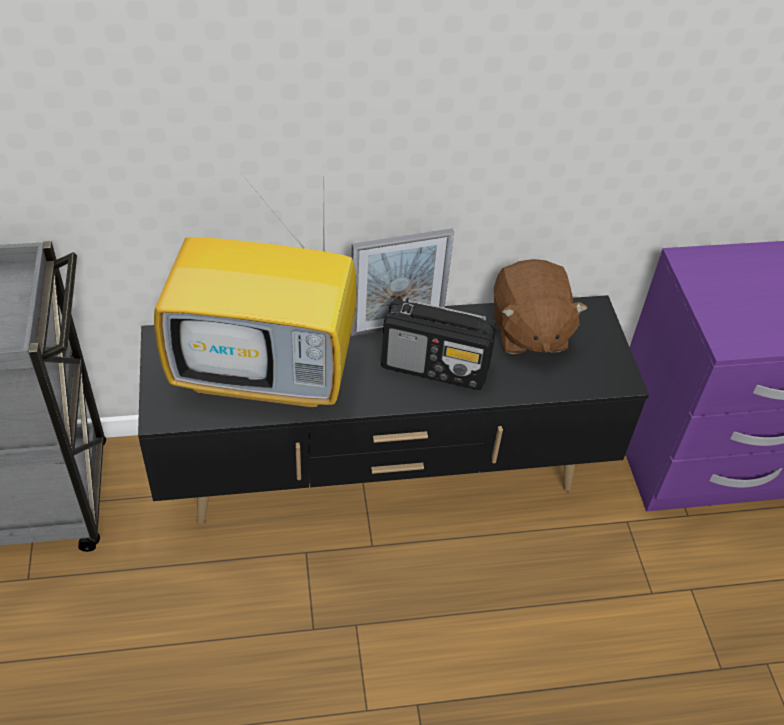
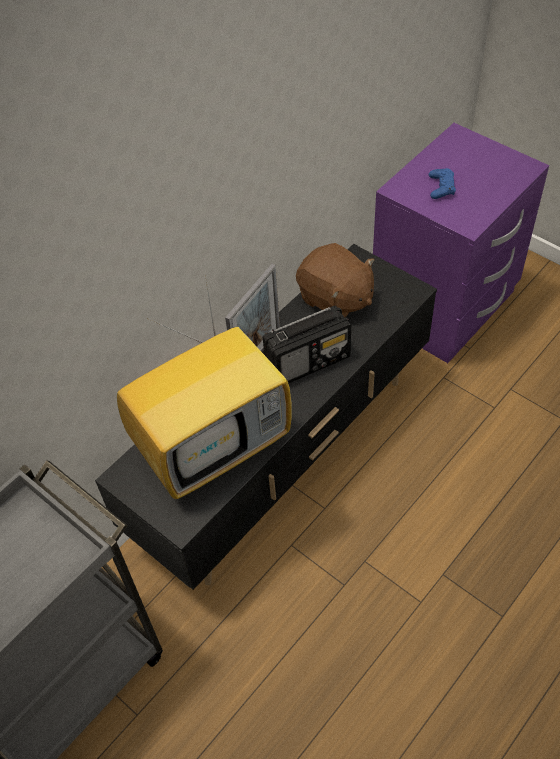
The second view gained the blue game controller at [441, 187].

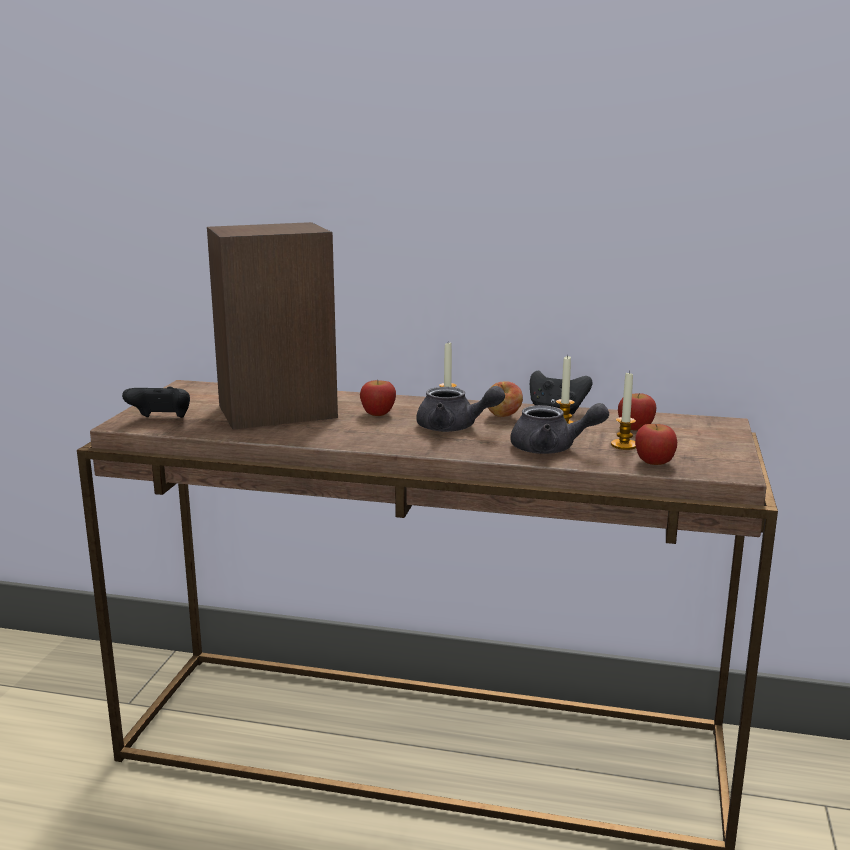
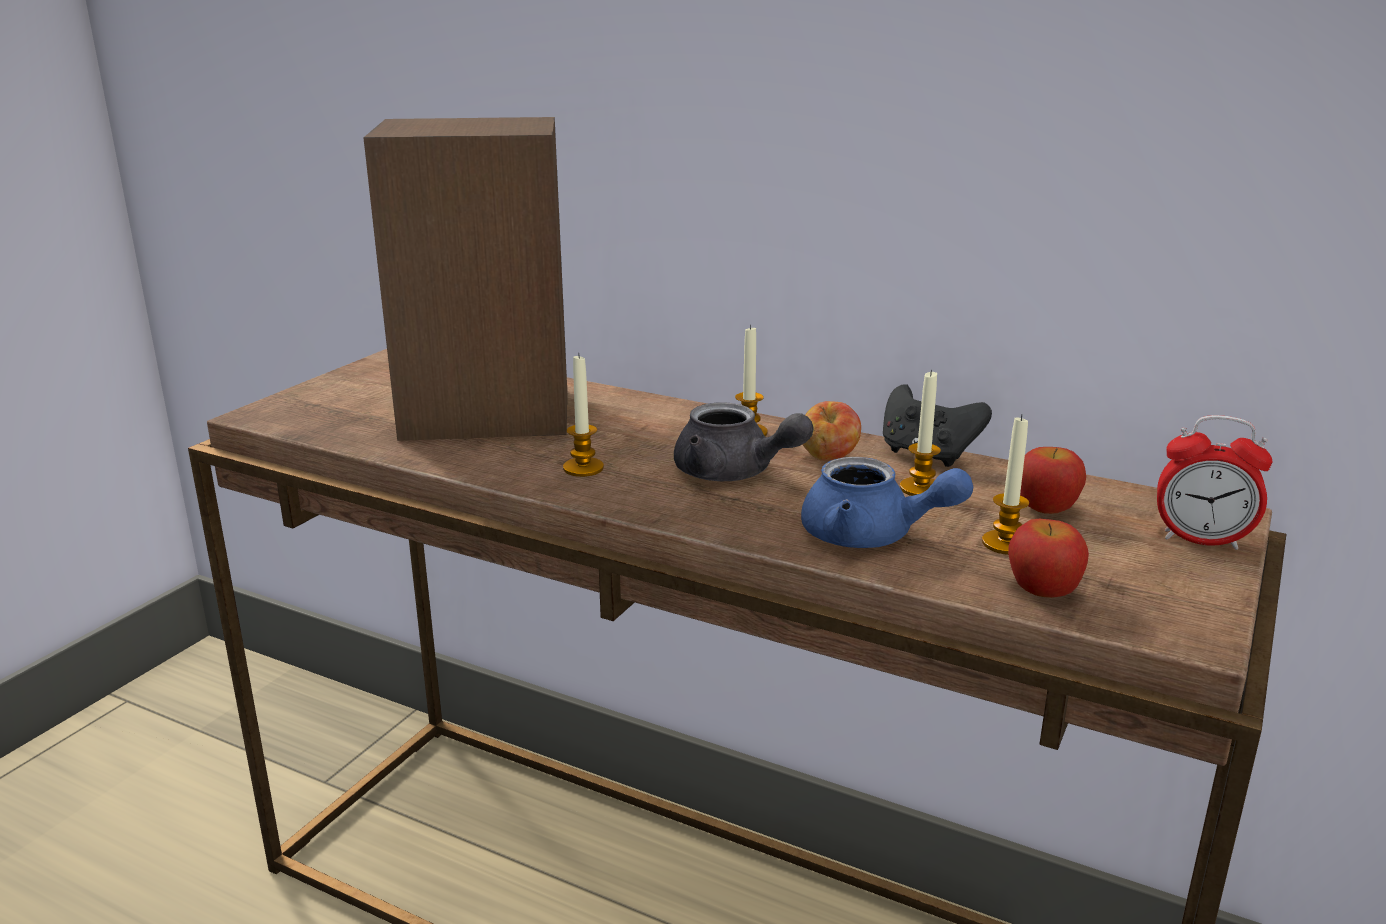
The second view gained the candle at [583, 468]. What was the grey teapot at [552, 449] turned into the blue teapot at [871, 536]. The second view gained the alarm clock at [1201, 540]. The second view lost the black game controller at [161, 420]. The second view lost the apple at [378, 413].

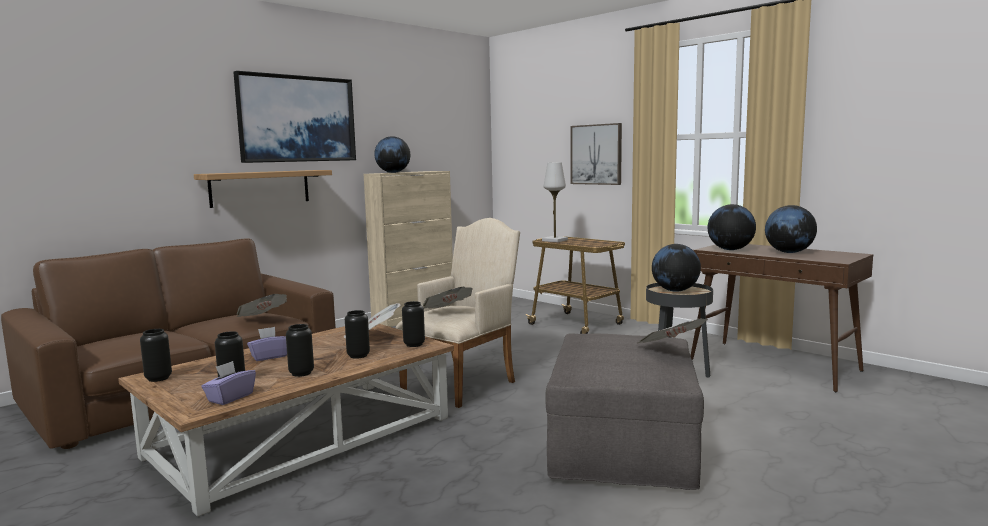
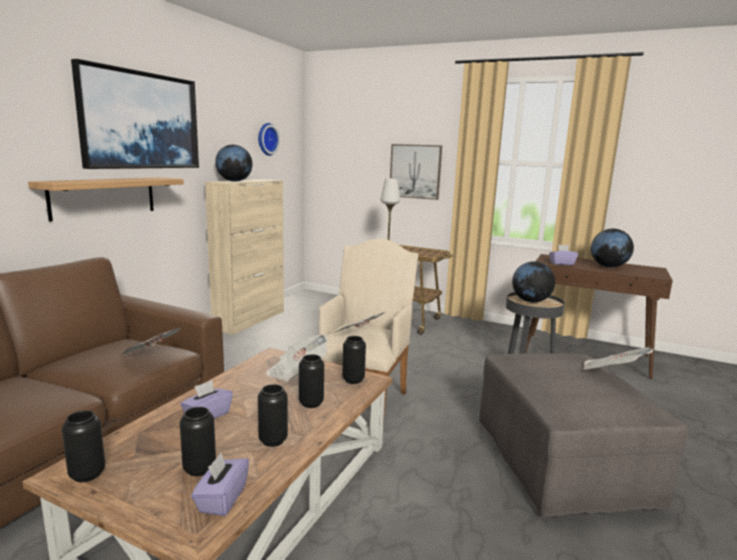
The second view gained the wall clock at [266, 139]. Where the globe stood at [730, 249], the purple tissue box came to stand at [561, 263].

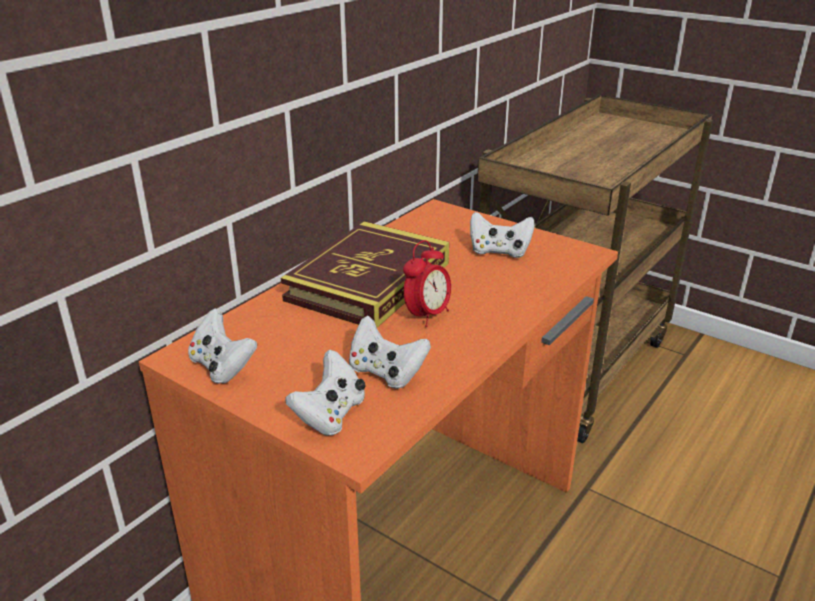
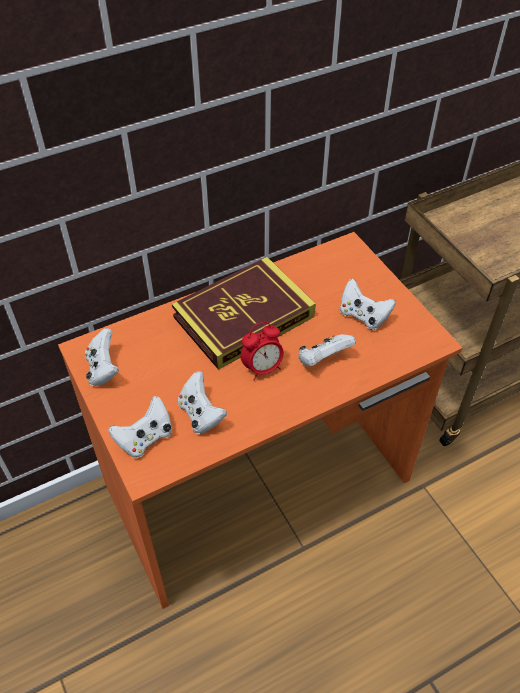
The second view gained the white game controller at [323, 360].

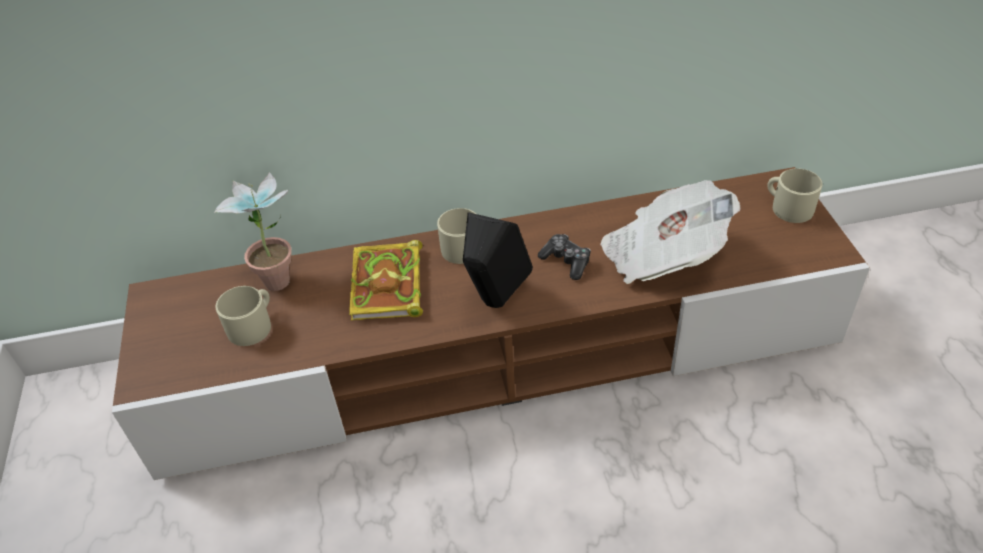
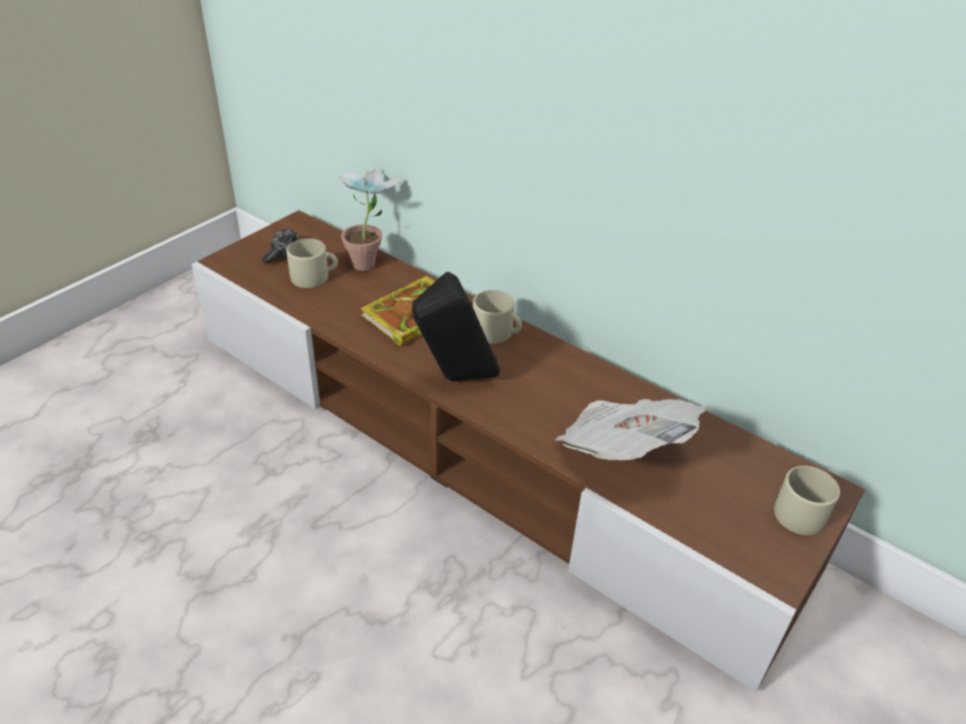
The game controller ended up elsewhere, having gone from [566, 261] to [282, 252].

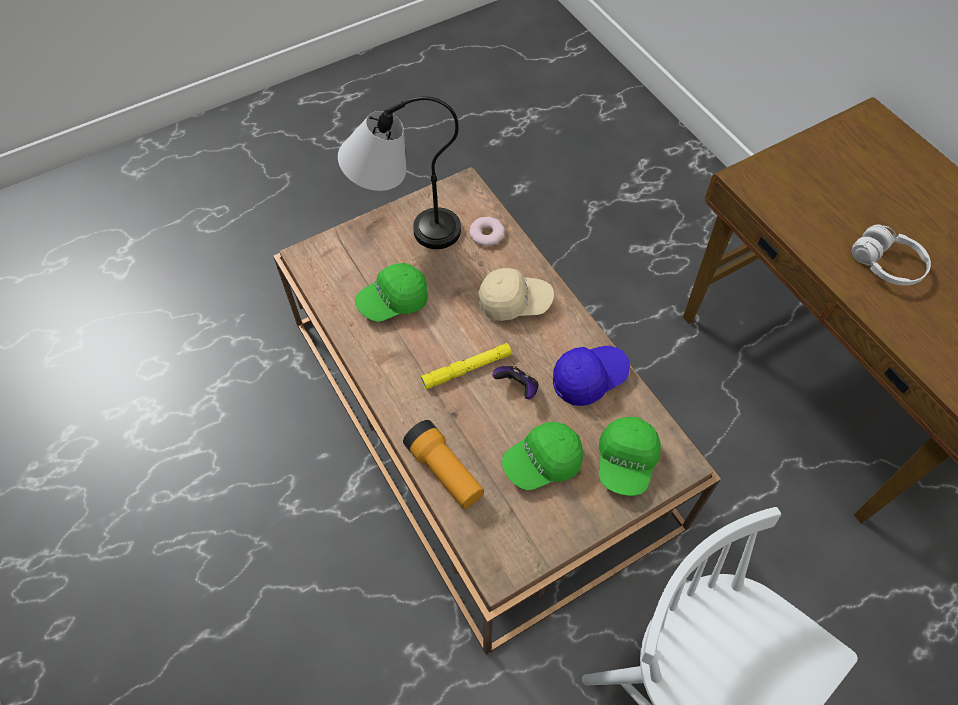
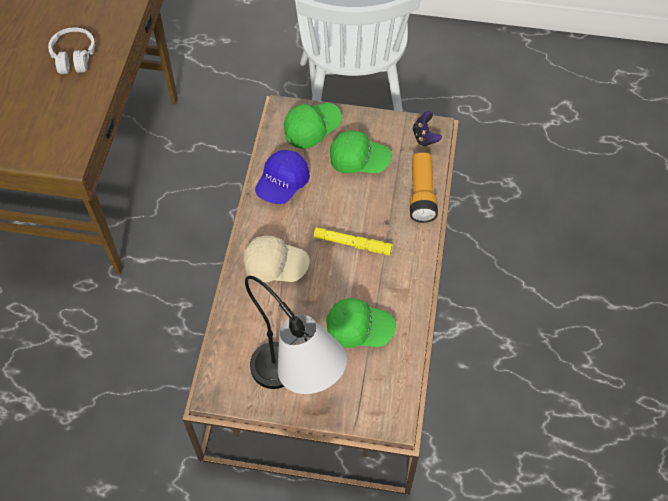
The beige cap at [514, 302] ended up facing another way, 150 degrees clockwise from before. The blue cap at [589, 378] ended up facing another way, 75 degrees counterclockwise from before. The game controller ended up elsewhere, having gone from [517, 387] to [425, 137]. The second view lost the donut at [486, 234].

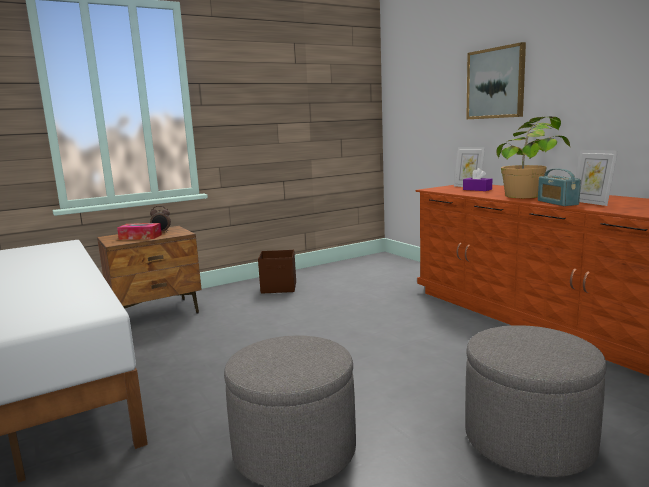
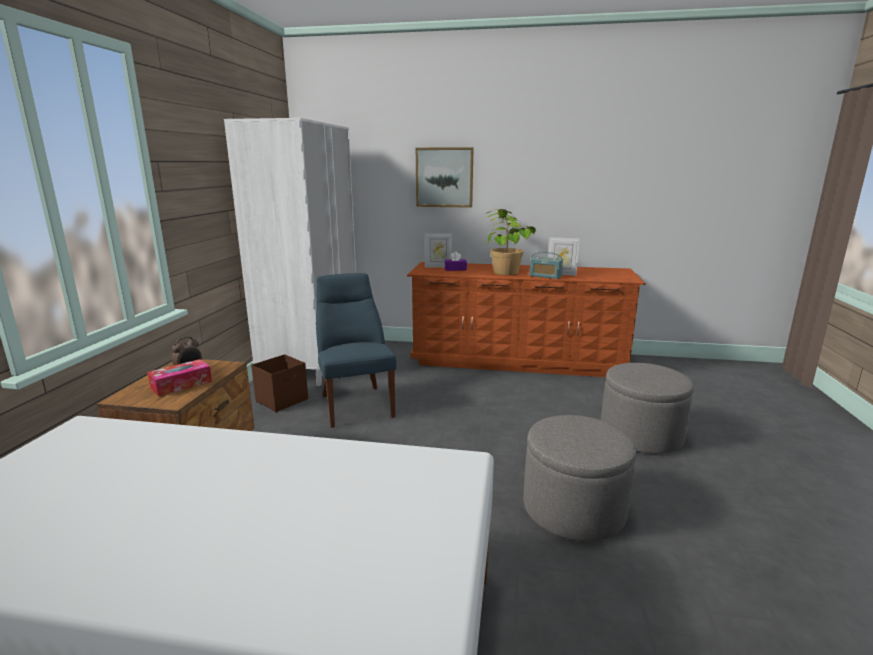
The second view gained the white wardrobe at [312, 361]. The second view gained the blue chair at [356, 404].

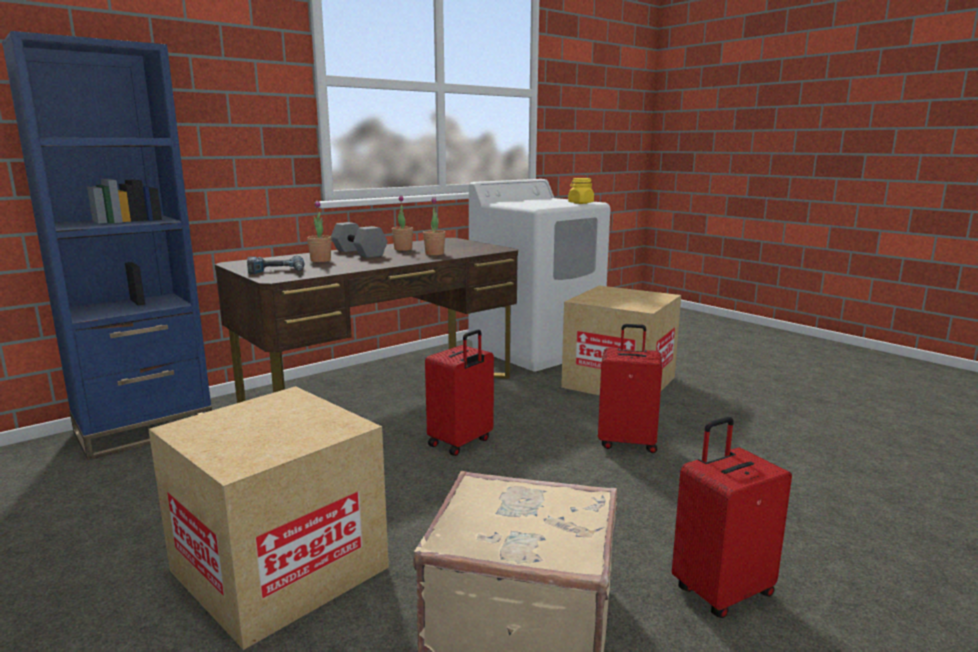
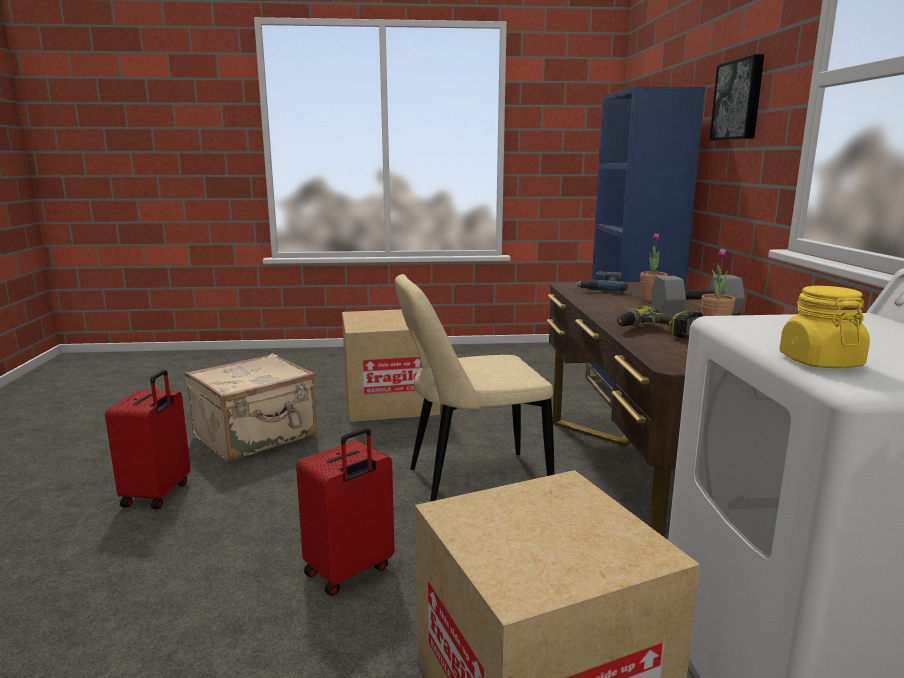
Where the red suitcase stood at [461, 443], the beige chair came to stand at [471, 483]. Where the potted plant stood at [434, 254], the power drill came to stand at [657, 332]. The second view gained the picture at [739, 100].

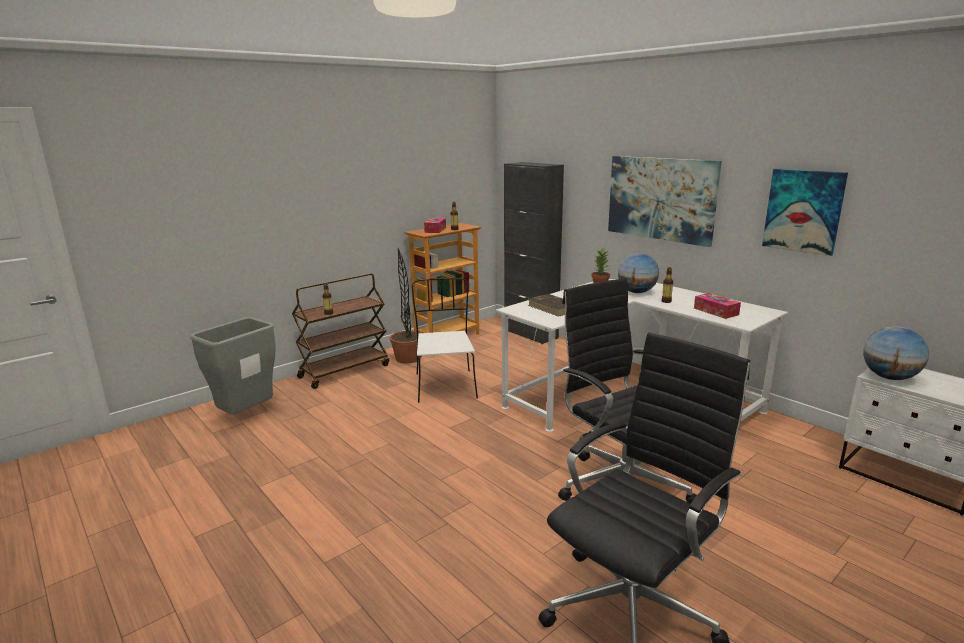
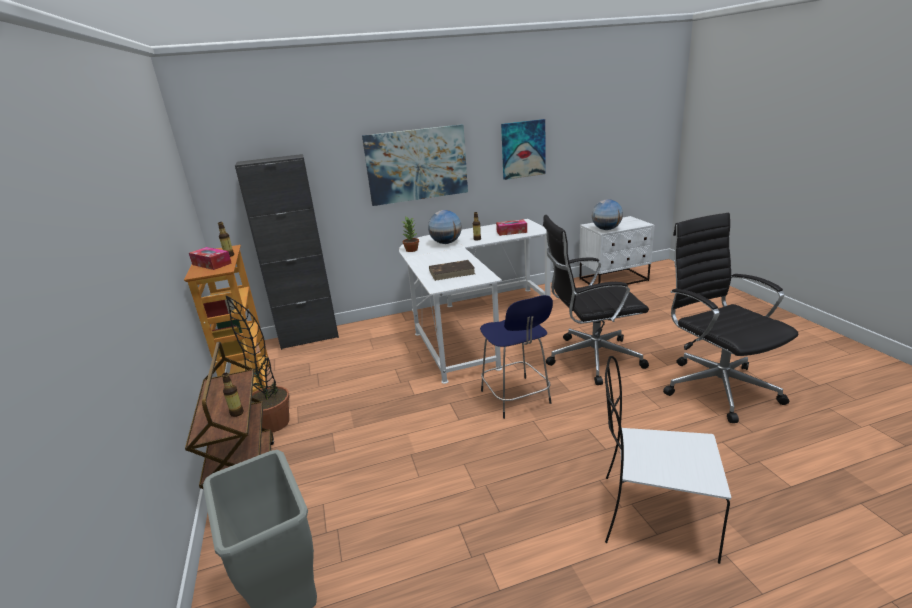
The second view gained the blue stool at [516, 398]. The white chair ended up elsewhere, having gone from [445, 385] to [653, 516].

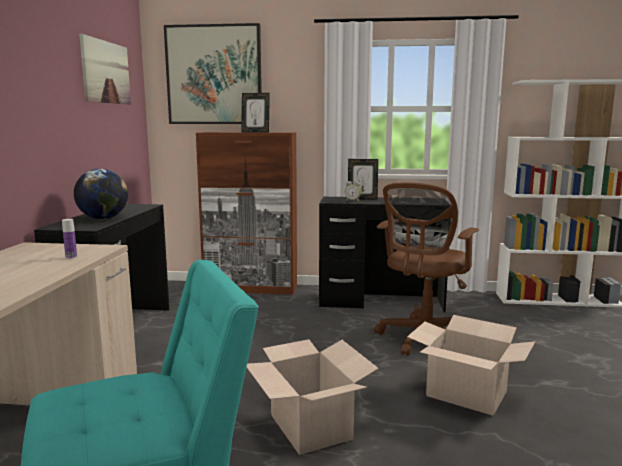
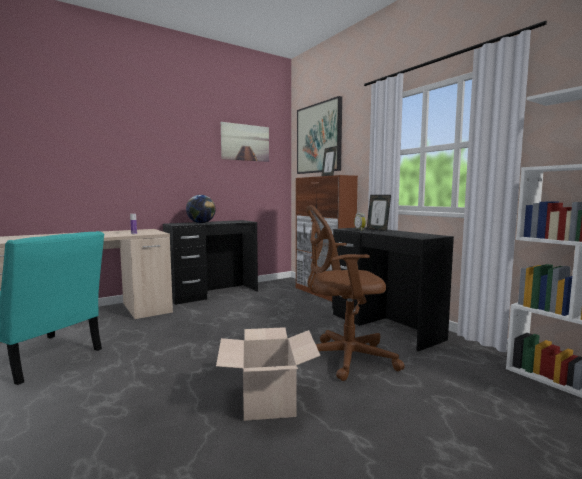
The second view lost the cardboard box at [311, 427].

